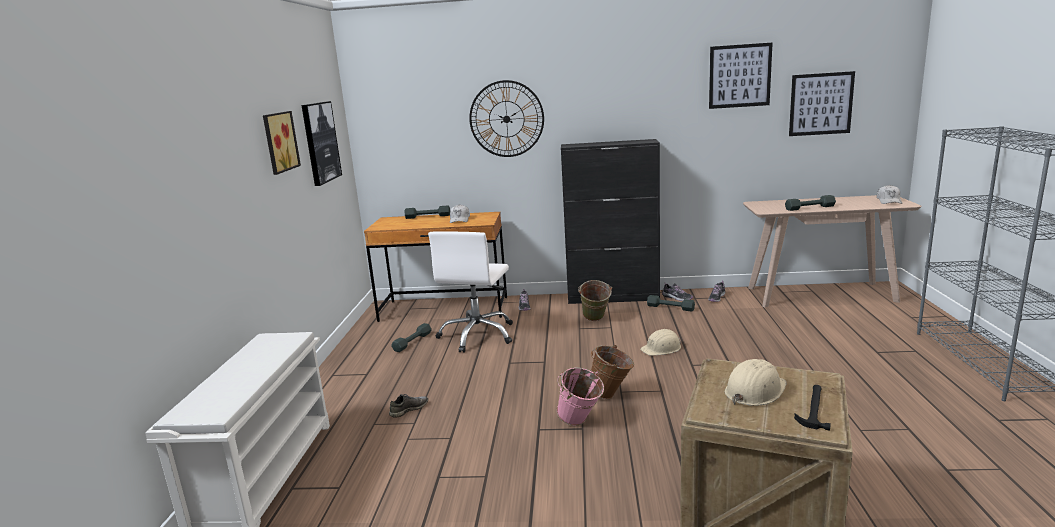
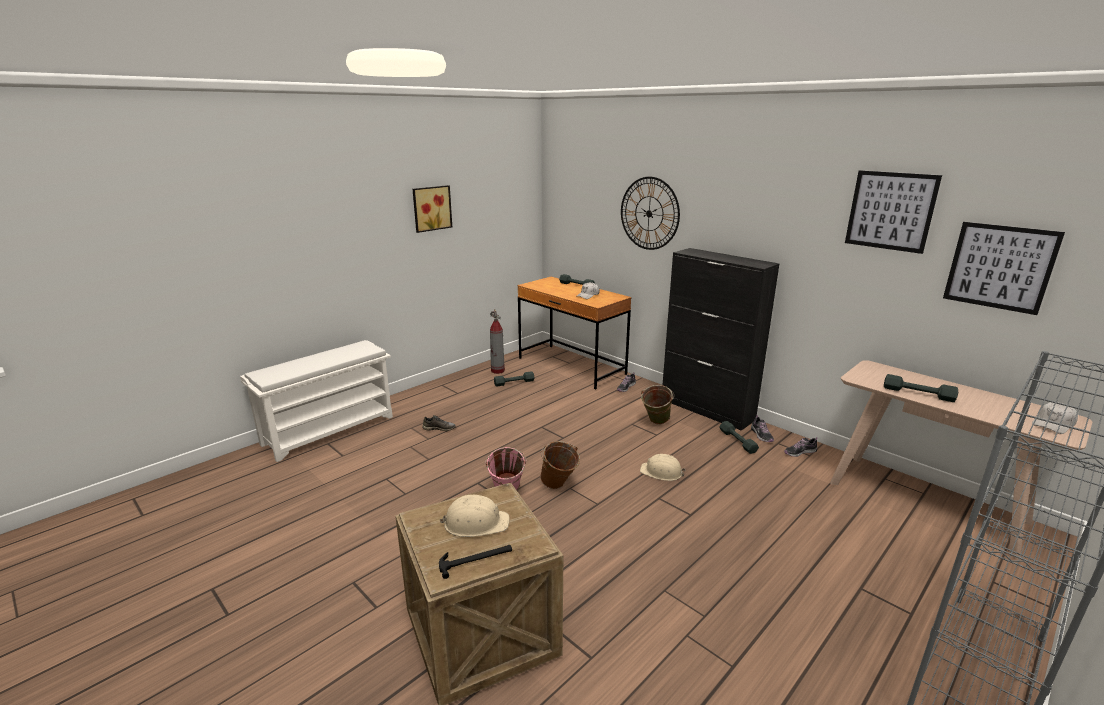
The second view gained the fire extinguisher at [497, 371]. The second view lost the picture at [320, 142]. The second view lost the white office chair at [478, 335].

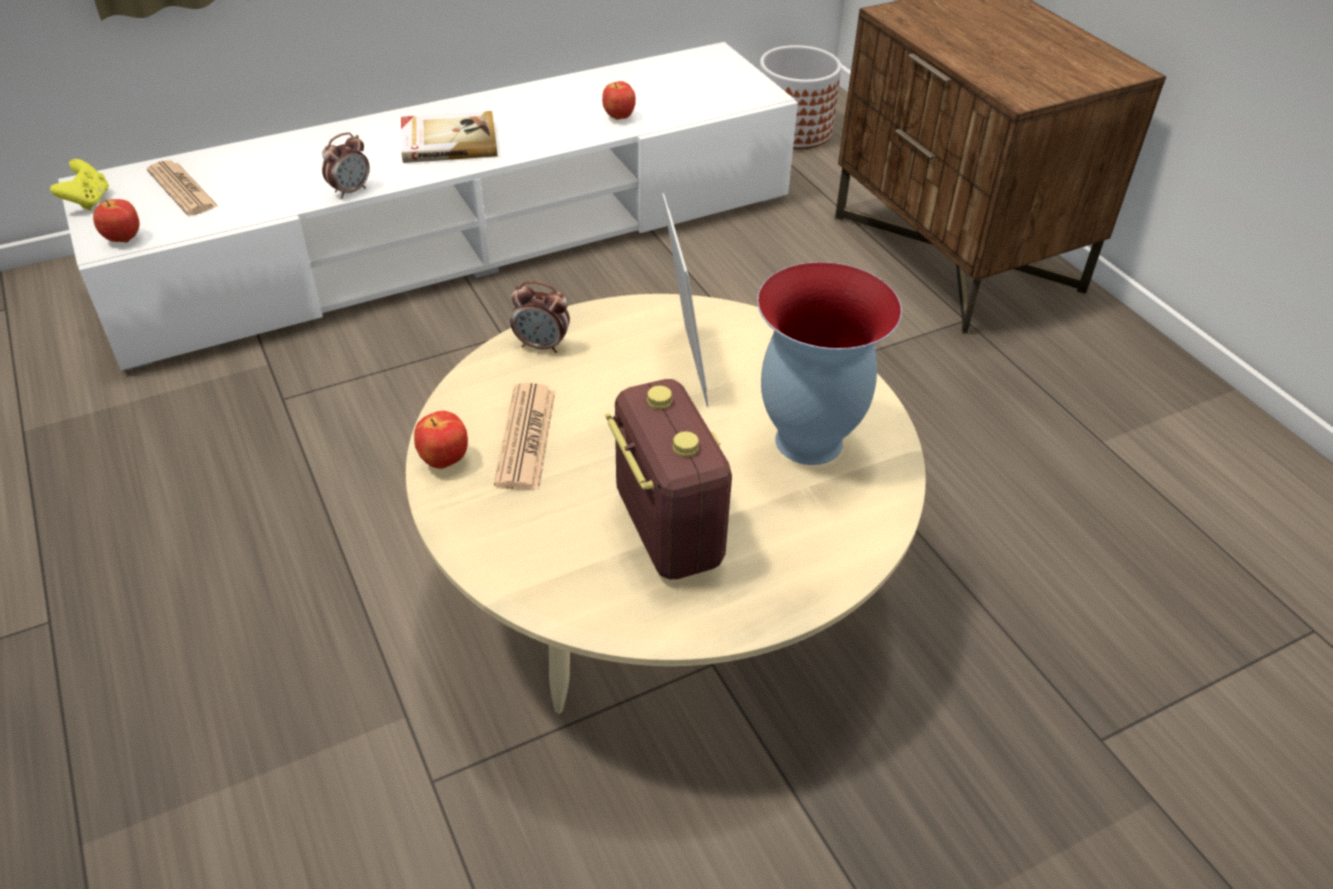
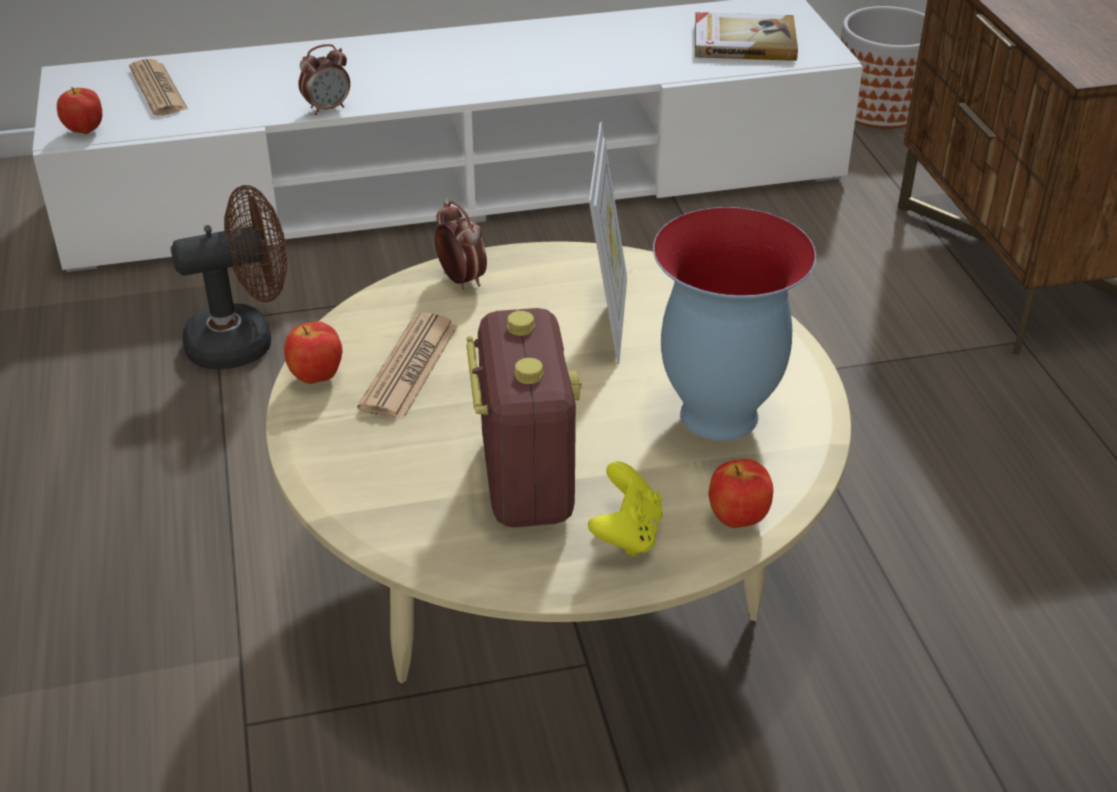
The second view gained the brown fan at [244, 341]. The alarm clock at [542, 345] ended up facing another way, 150 degrees counterclockwise from before. The yellow game controller ended up elsewhere, having gone from [88, 201] to [627, 534]. The book ended up elsewhere, having gone from [448, 141] to [743, 41]. The apple ended up elsewhere, having gone from [619, 117] to [738, 520].

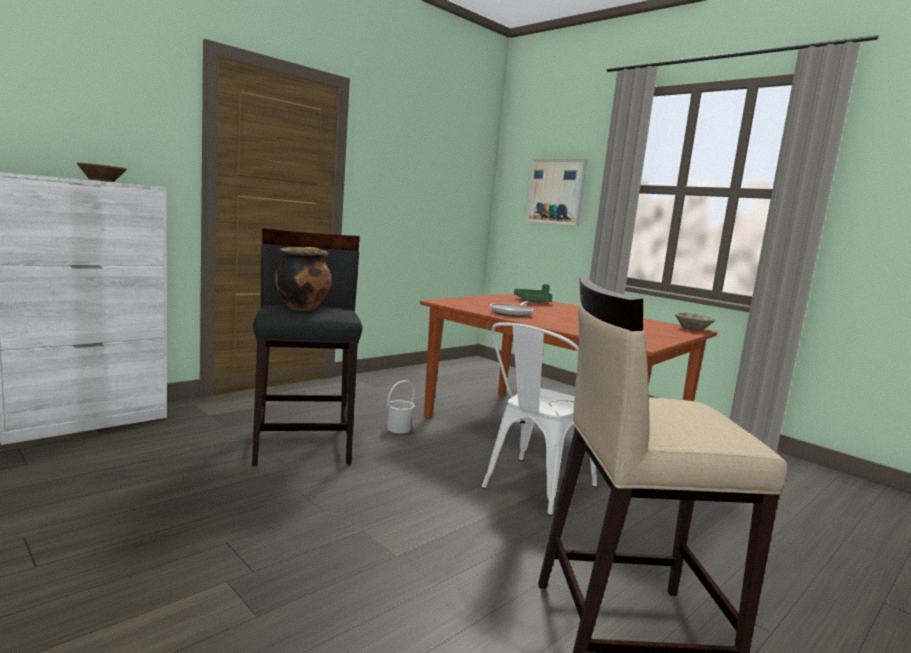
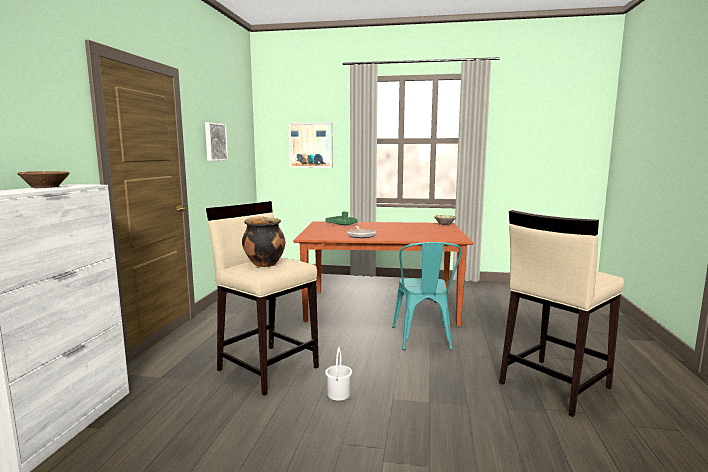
The second view gained the picture at [214, 142]. What was the black stool at [303, 444] turned into the beige stool at [268, 368]. The white bucket ended up elsewhere, having gone from [398, 428] to [338, 394]. What was the white chair at [532, 488] turned into the turquoise chair at [423, 340].

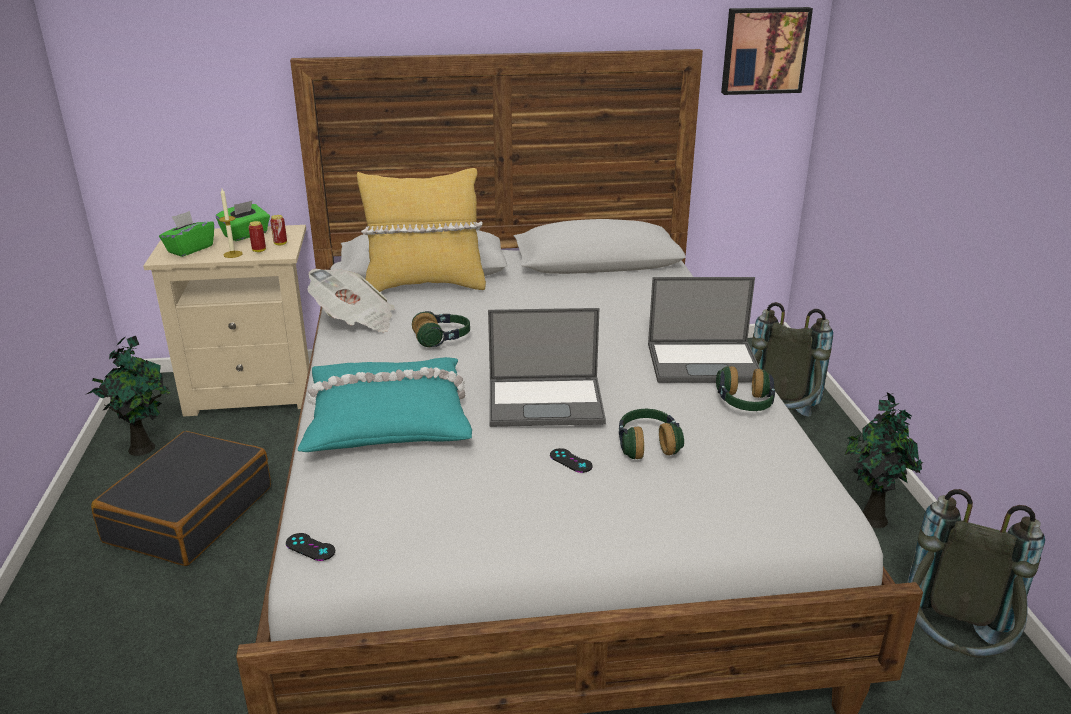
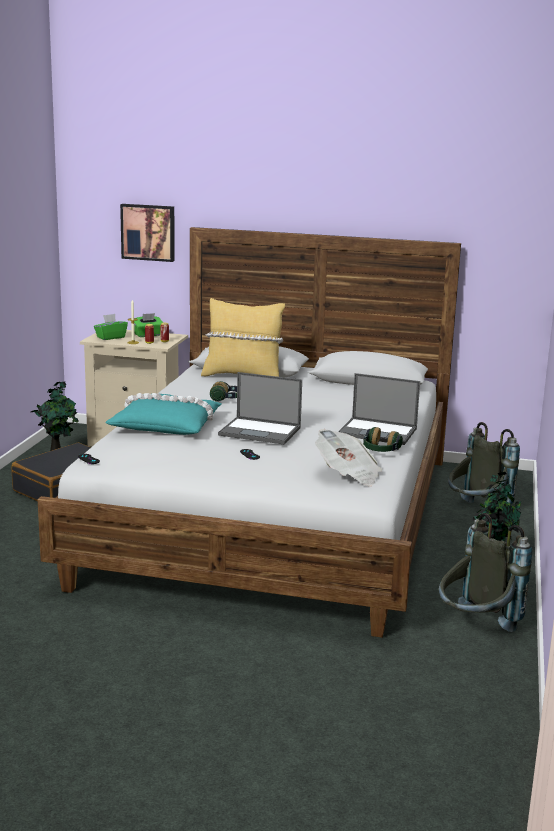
The picture ended up elsewhere, having gone from [764, 50] to [148, 232]. The newspaper ended up elsewhere, having gone from [355, 320] to [348, 475]. The second view lost the headphones at [647, 445].

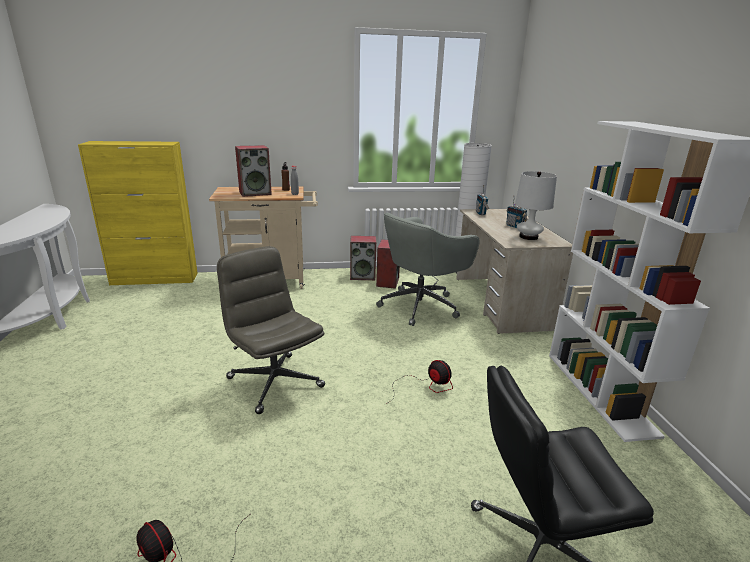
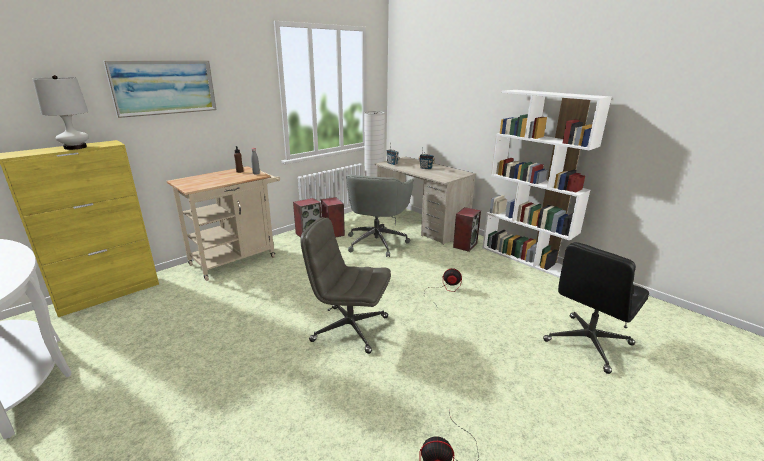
The white table lamp ended up elsewhere, having gone from [528, 237] to [75, 147]. The second view gained the picture at [164, 87]. The speaker ended up elsewhere, having gone from [255, 193] to [465, 245].

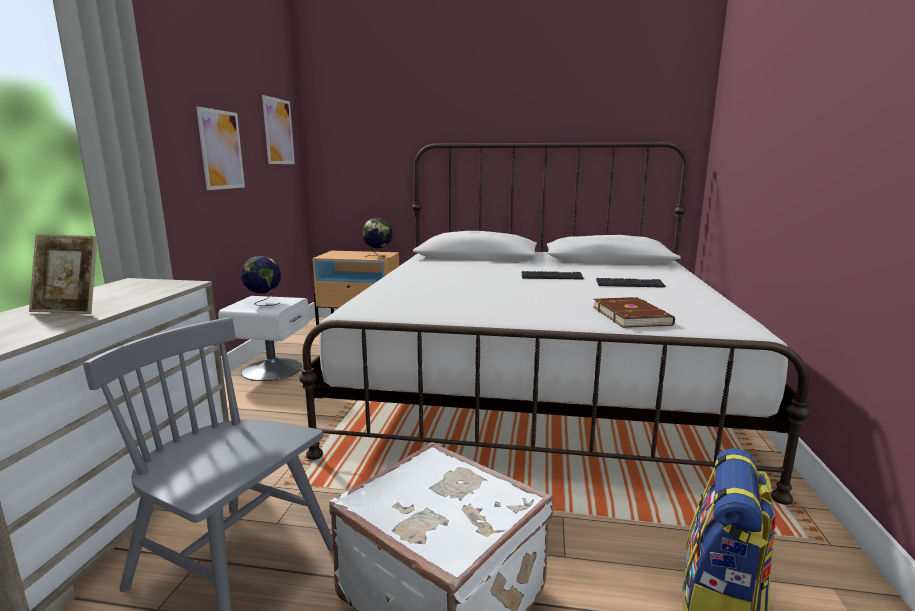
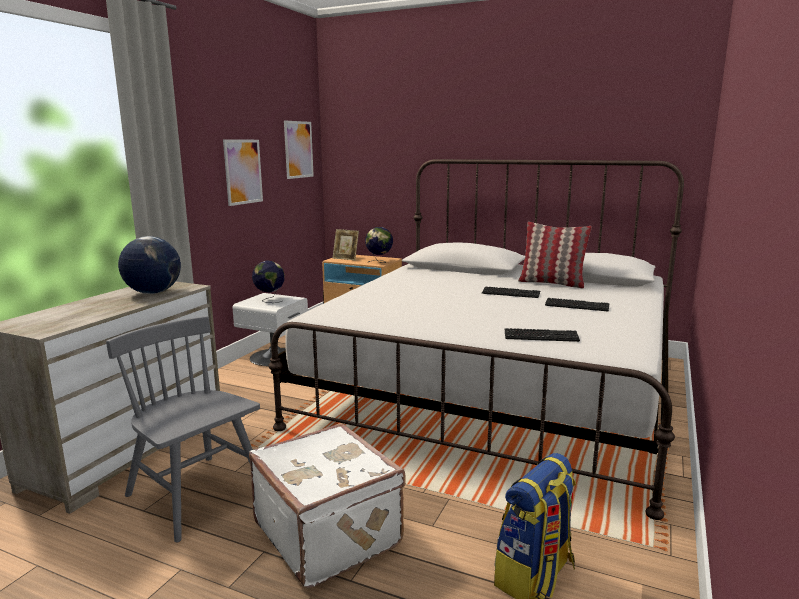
The second view gained the globe at [153, 292]. The picture frame ended up elsewhere, having gone from [70, 310] to [346, 258]. Where the brown book stood at [632, 316], the keyboard came to stand at [541, 337]. The second view gained the pillow at [551, 283].

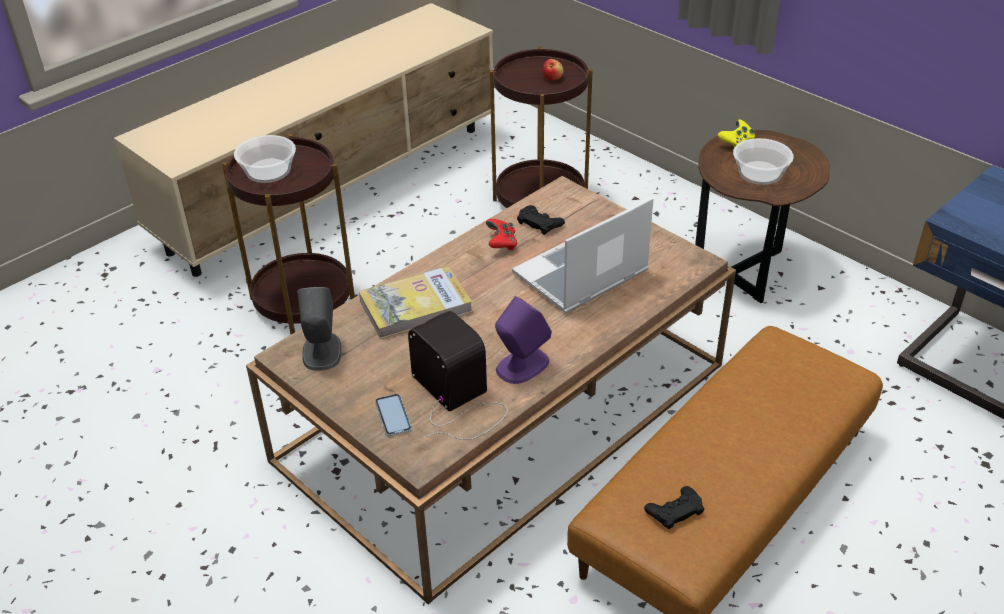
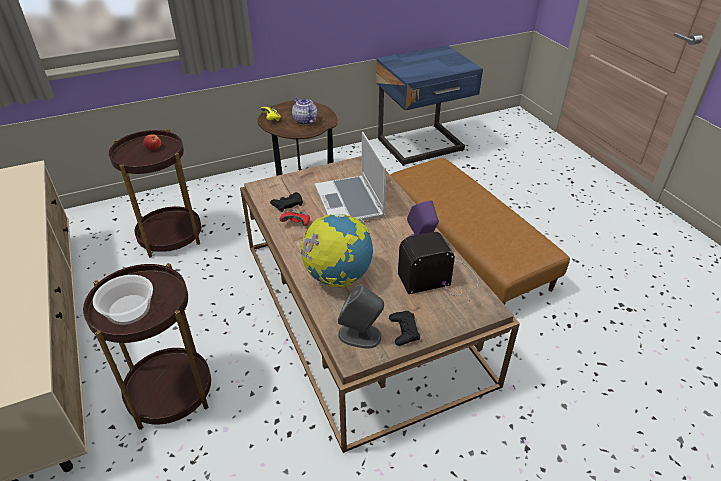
Where the bowl stood at [759, 172], the teapot came to stand at [304, 121]. Where the book stood at [415, 306], the globe came to stand at [337, 277]. The black game controller ended up elsewhere, having gone from [675, 511] to [404, 331]. The second view lost the phone at [393, 416].

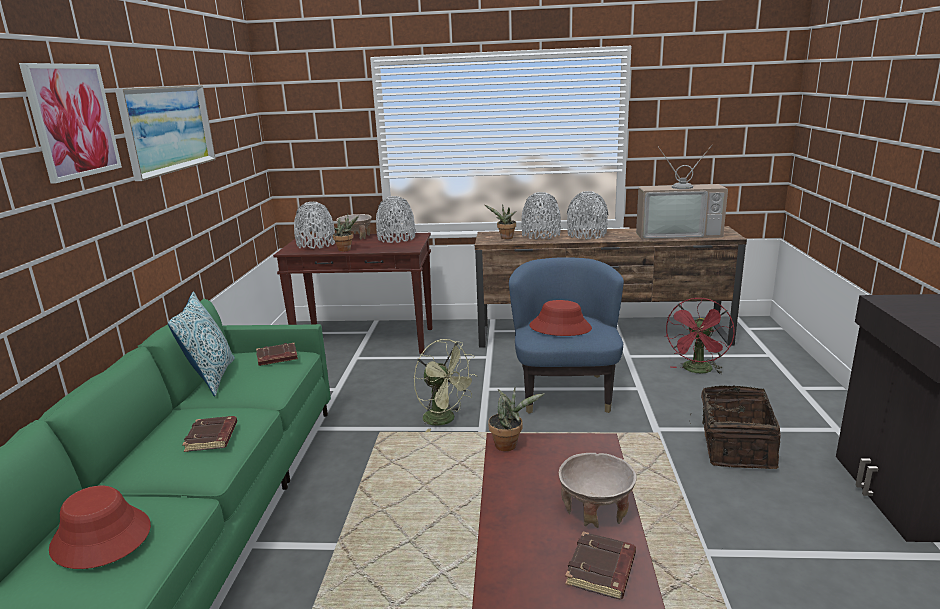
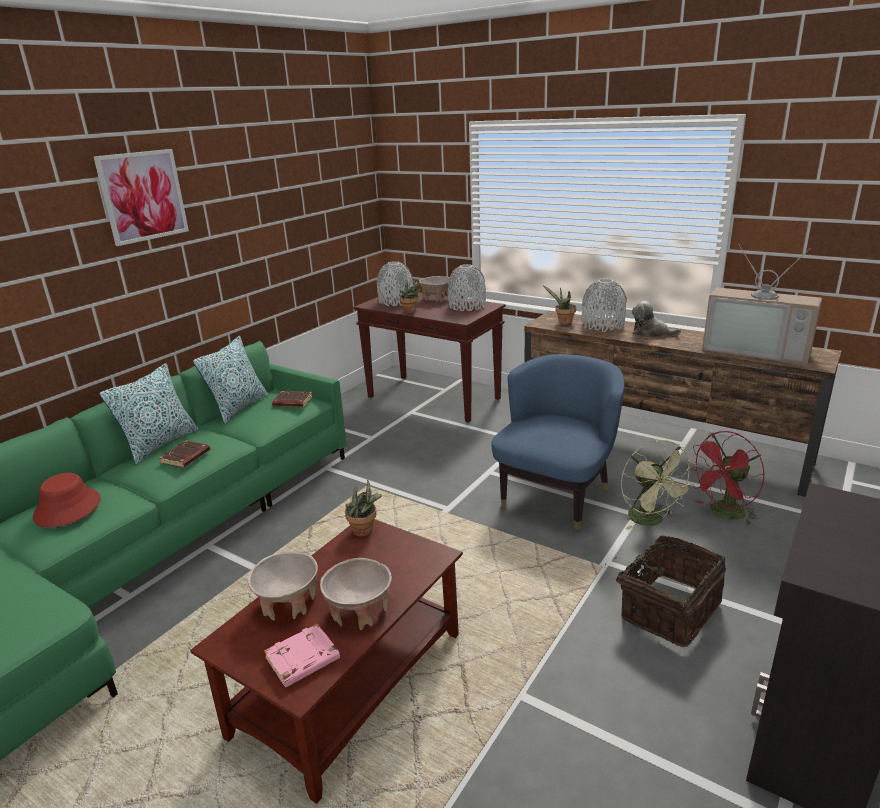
The second view gained the pillow at [160, 444]. The second view gained the beige bowl at [288, 603]. What was the brown book at [602, 571] turned into the pink book at [302, 660]. The green fan ended up elsewhere, having gone from [445, 420] to [651, 521]. Where the grey vase stood at [586, 234], the plush toy came to stand at [651, 333]. The second view lost the picture at [168, 129]. The second view lost the red hat at [560, 327].

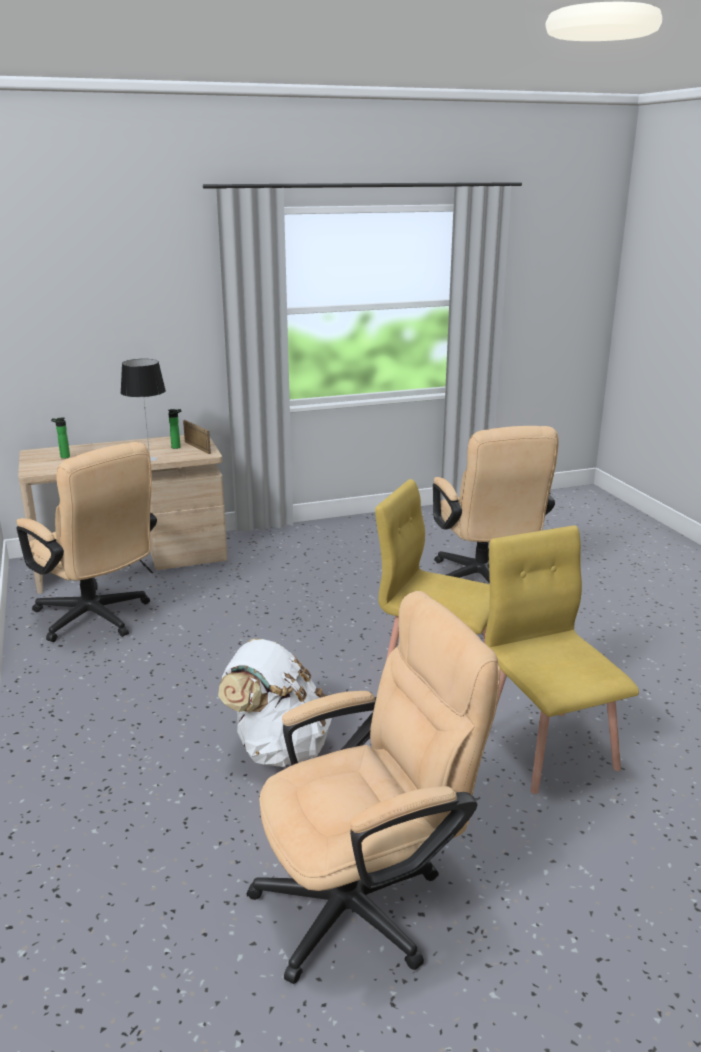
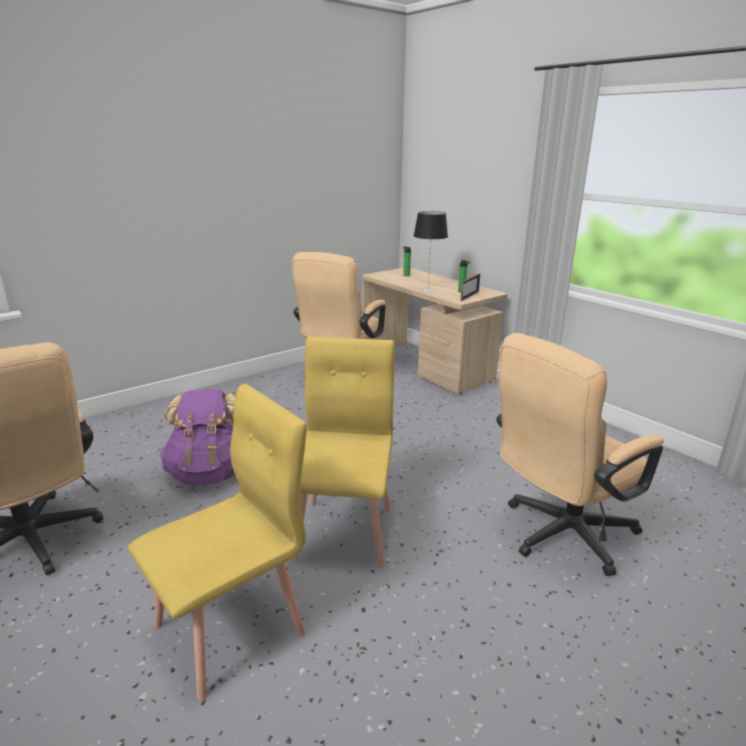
What was the white backpack at [279, 748] turned into the purple backpack at [209, 473].

